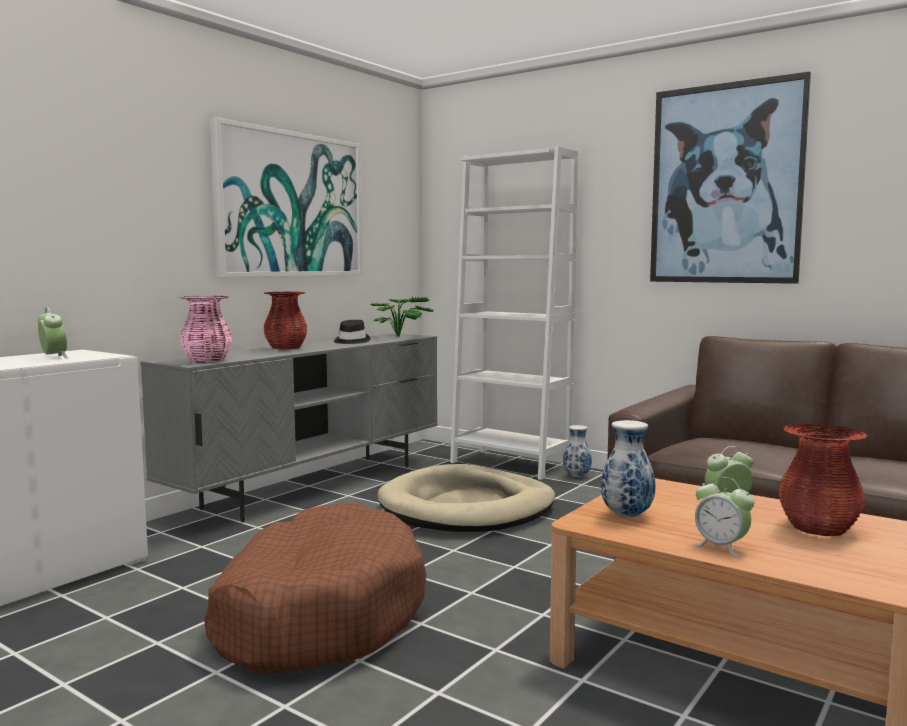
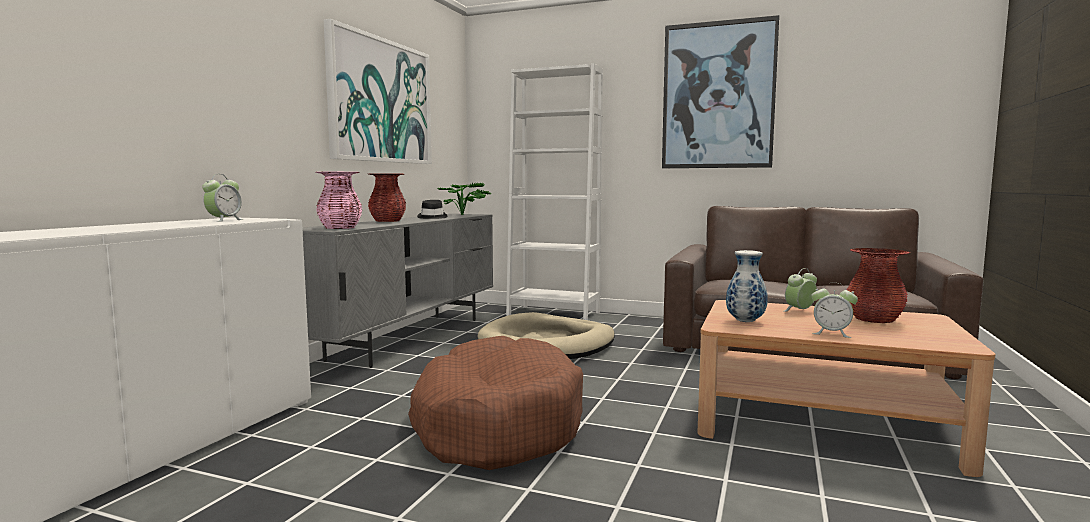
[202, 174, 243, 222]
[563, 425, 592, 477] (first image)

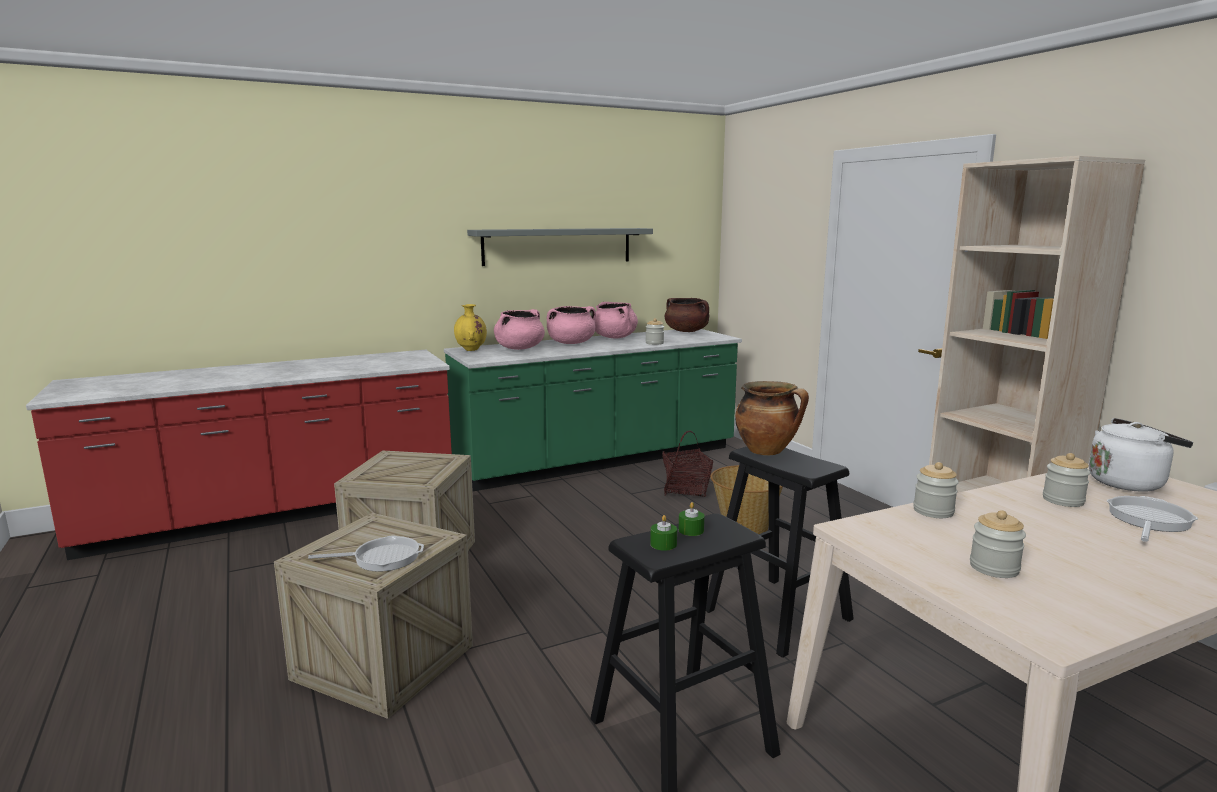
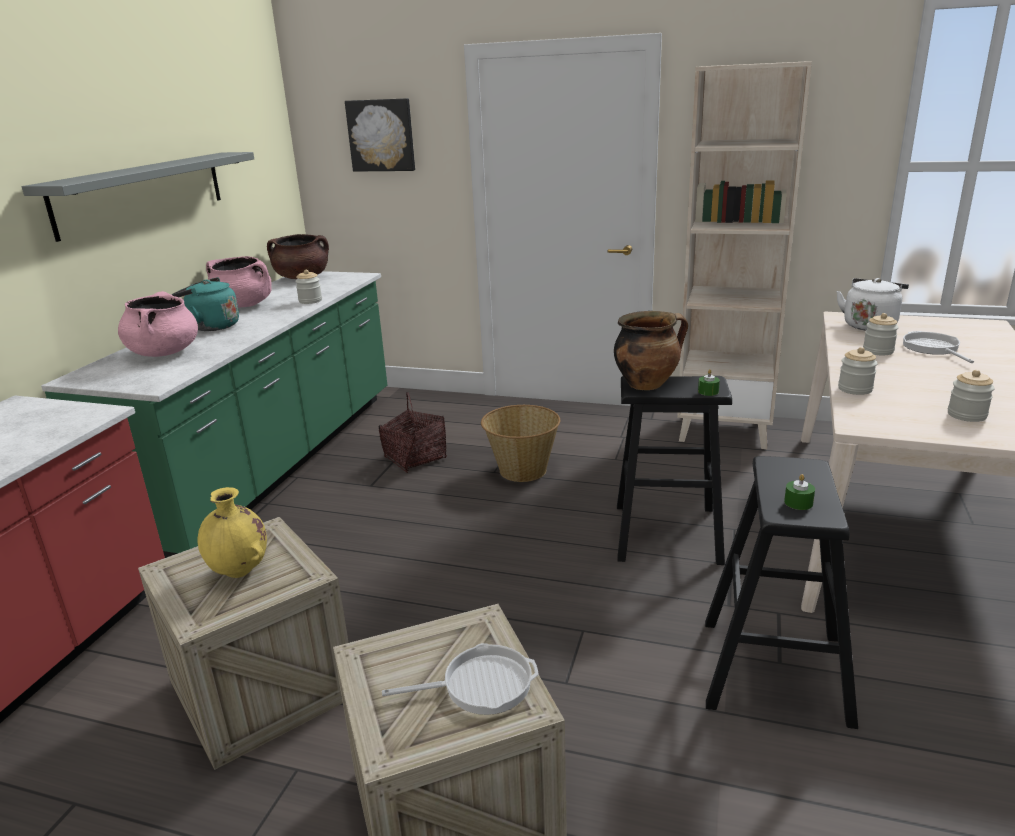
[382, 643, 539, 715]
[197, 487, 267, 578]
[171, 277, 239, 331]
[698, 369, 720, 396]
[345, 98, 415, 172]

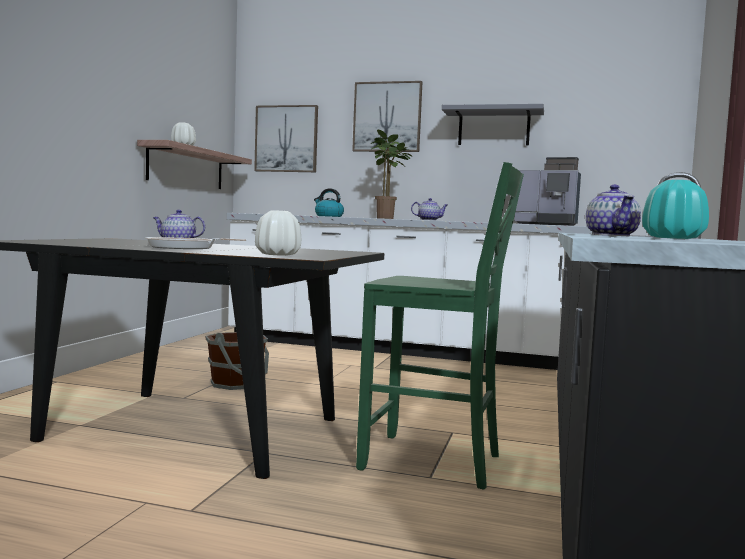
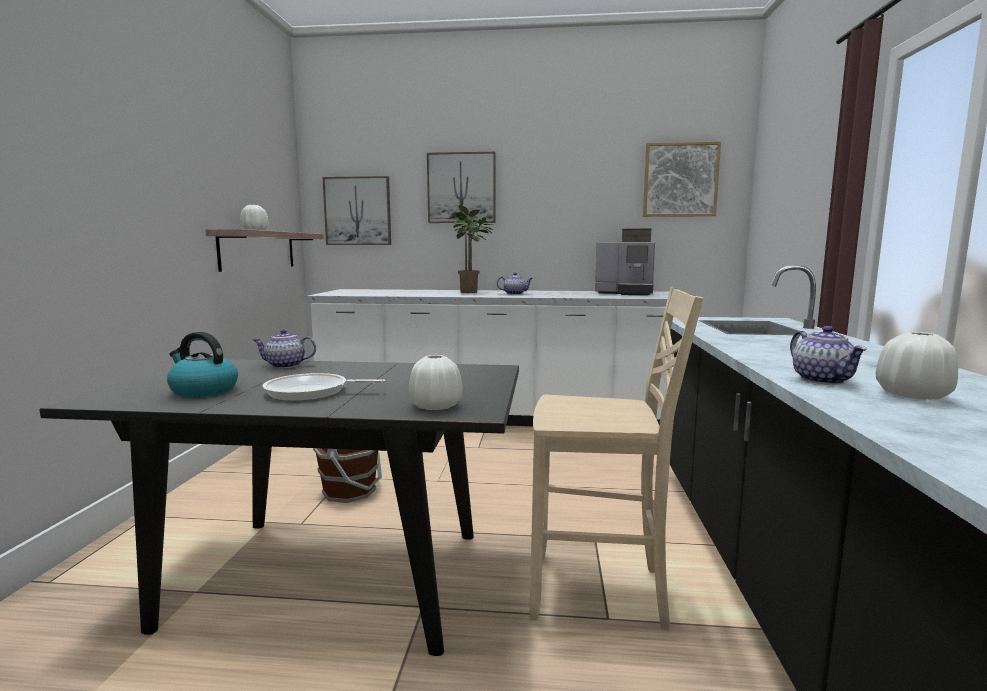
[167, 332, 238, 397]
[530, 287, 703, 630]
[442, 104, 544, 145] (first image)
[876, 332, 958, 400]
[643, 142, 721, 217]

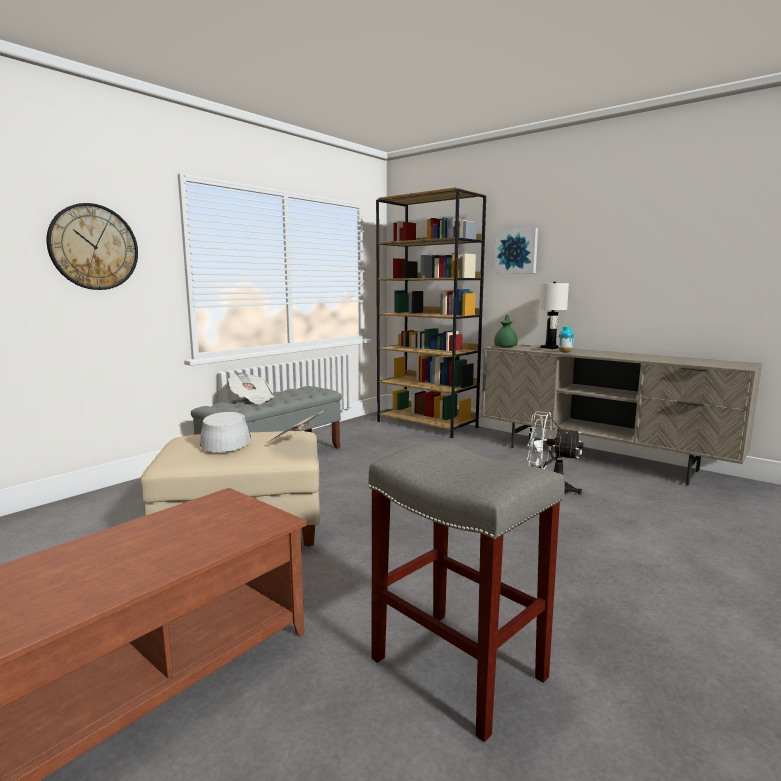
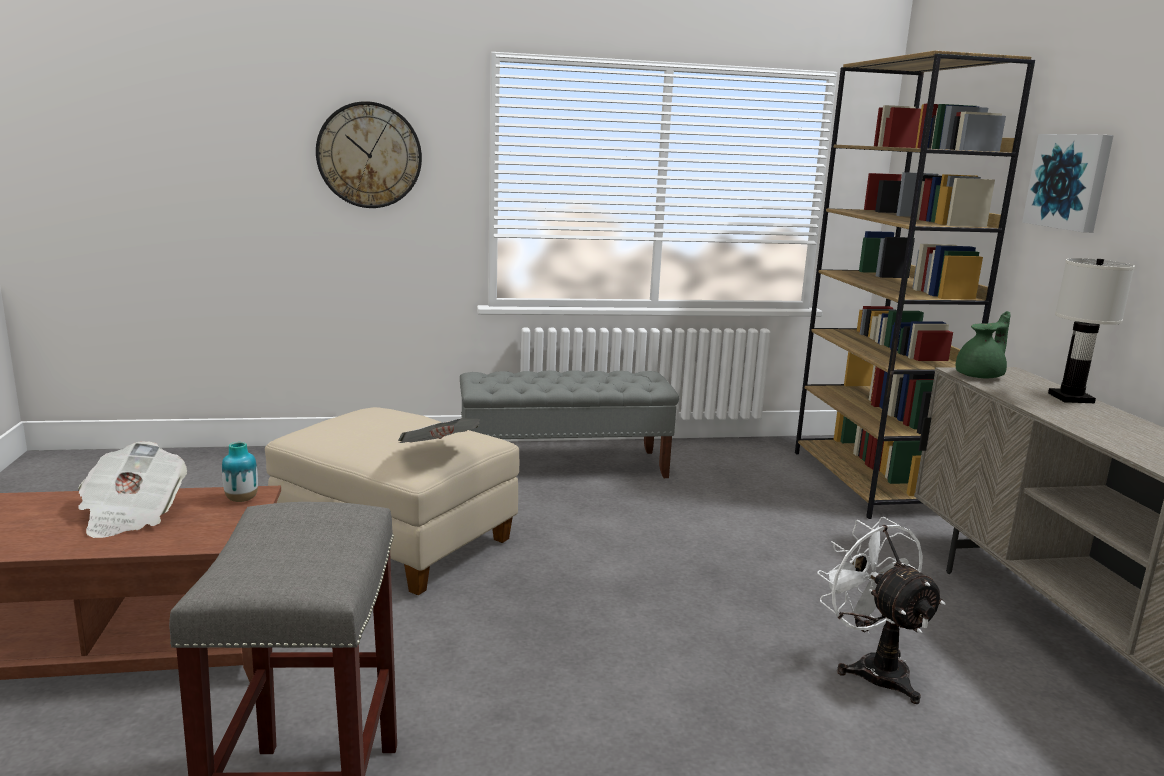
[200, 412, 251, 452] (first image)
[78, 441, 187, 538]
[222, 442, 258, 502]

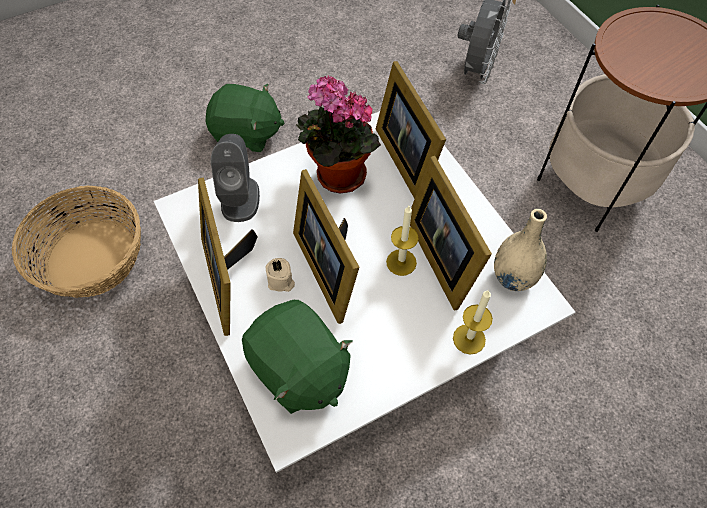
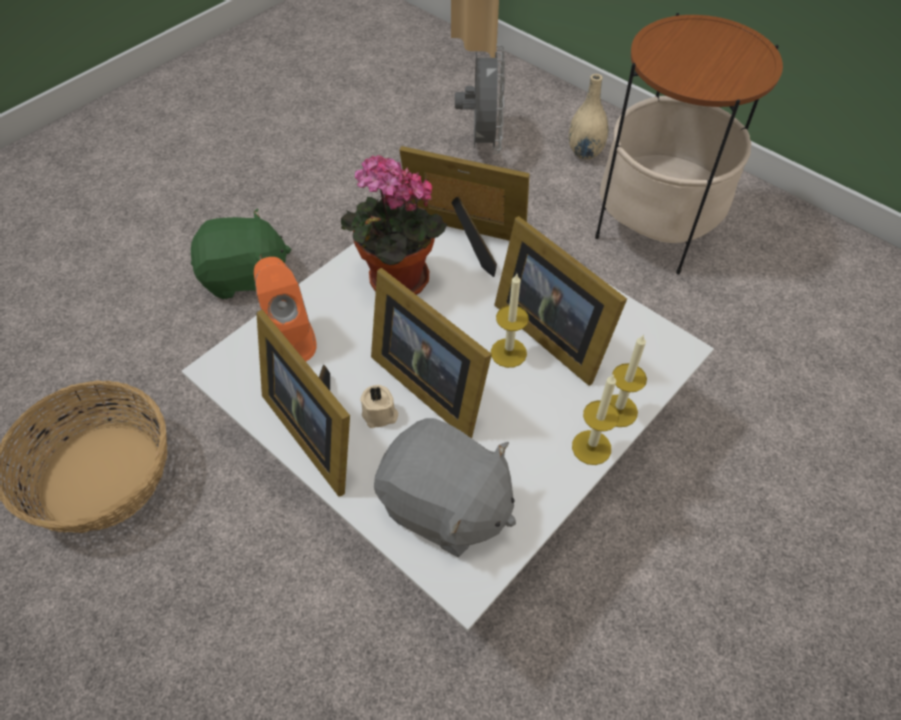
[254, 257, 316, 361]
[374, 418, 516, 557]
[400, 146, 530, 277]
[569, 74, 608, 160]
[572, 374, 619, 465]

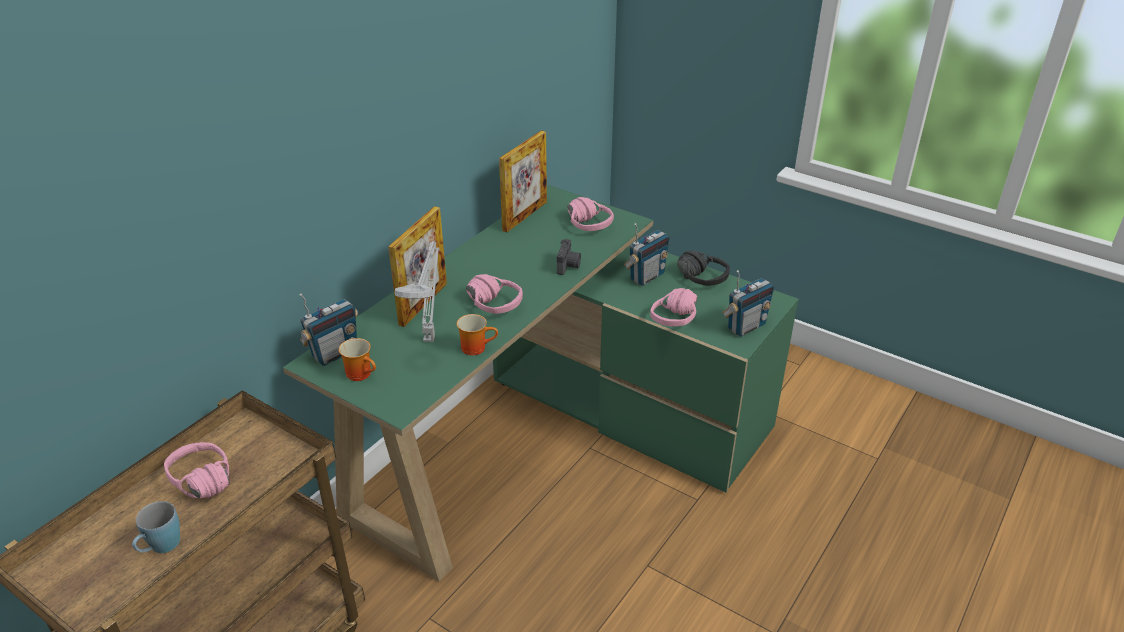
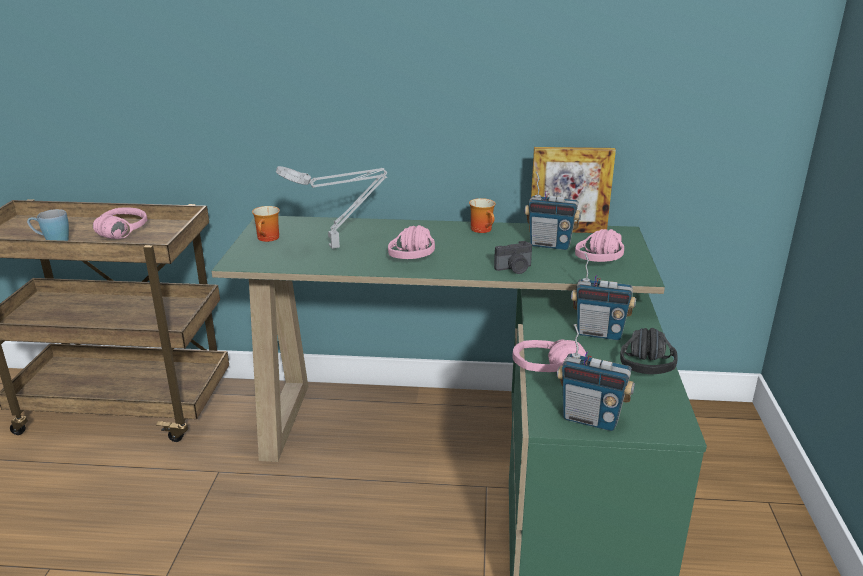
[524, 171, 581, 250]
[388, 206, 447, 327] (first image)
[469, 198, 496, 233]

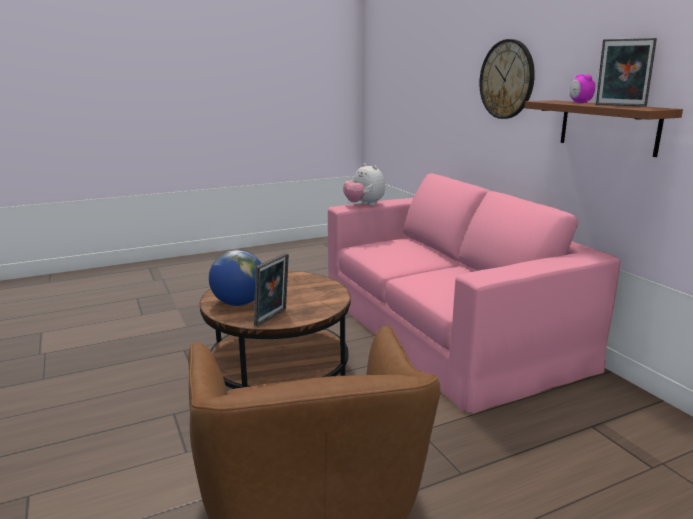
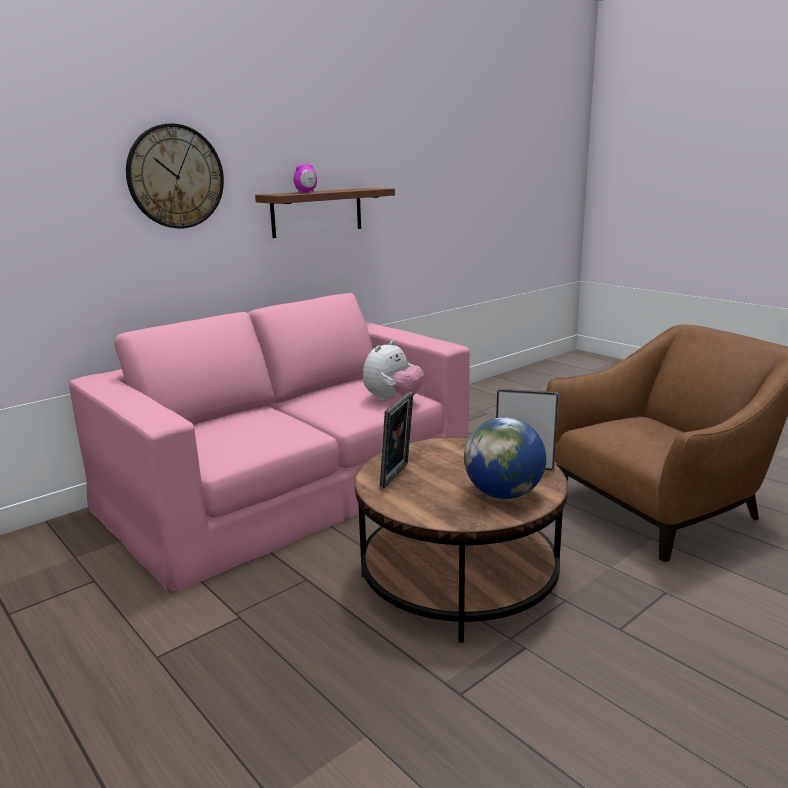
[363, 340, 424, 401]
[380, 392, 414, 488]

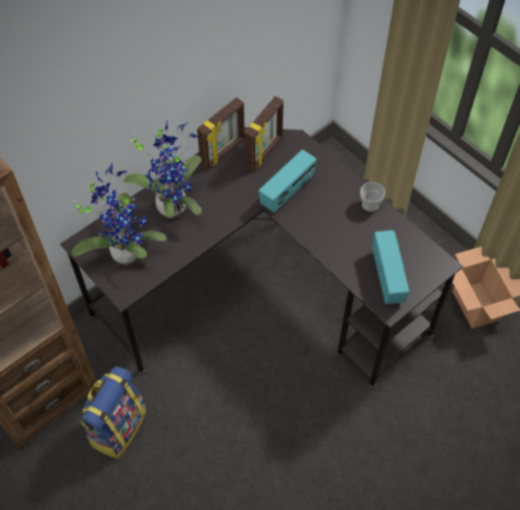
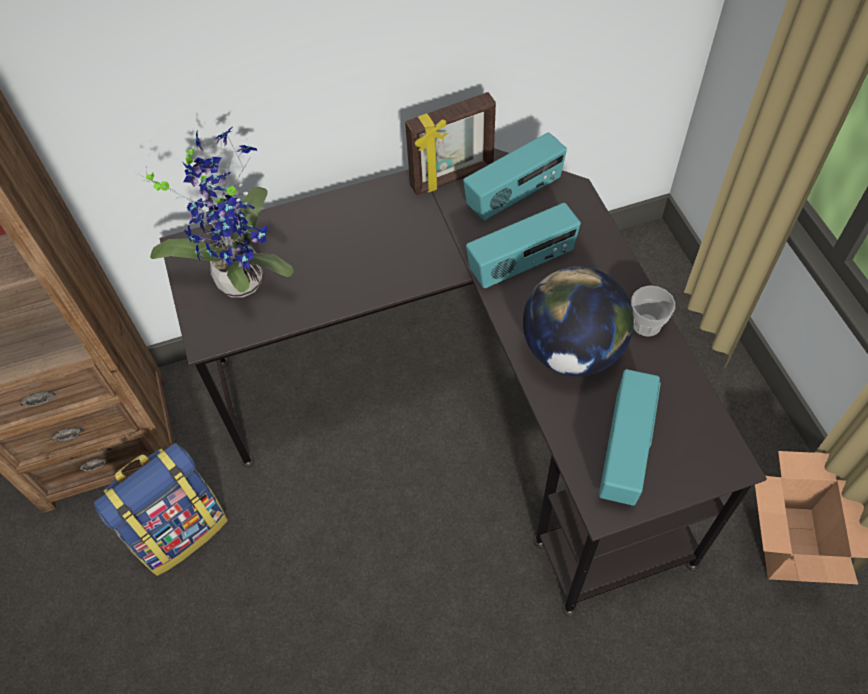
[124, 121, 202, 218] (first image)
[463, 132, 567, 221]
[523, 267, 634, 376]

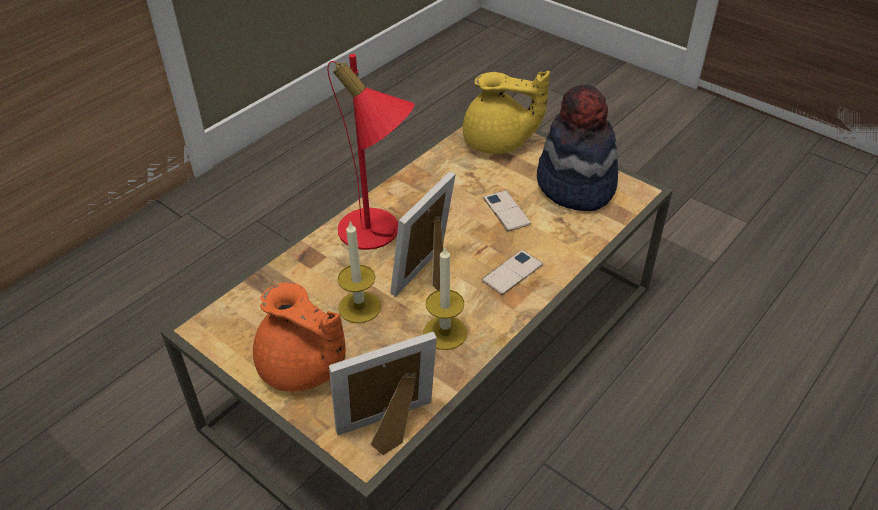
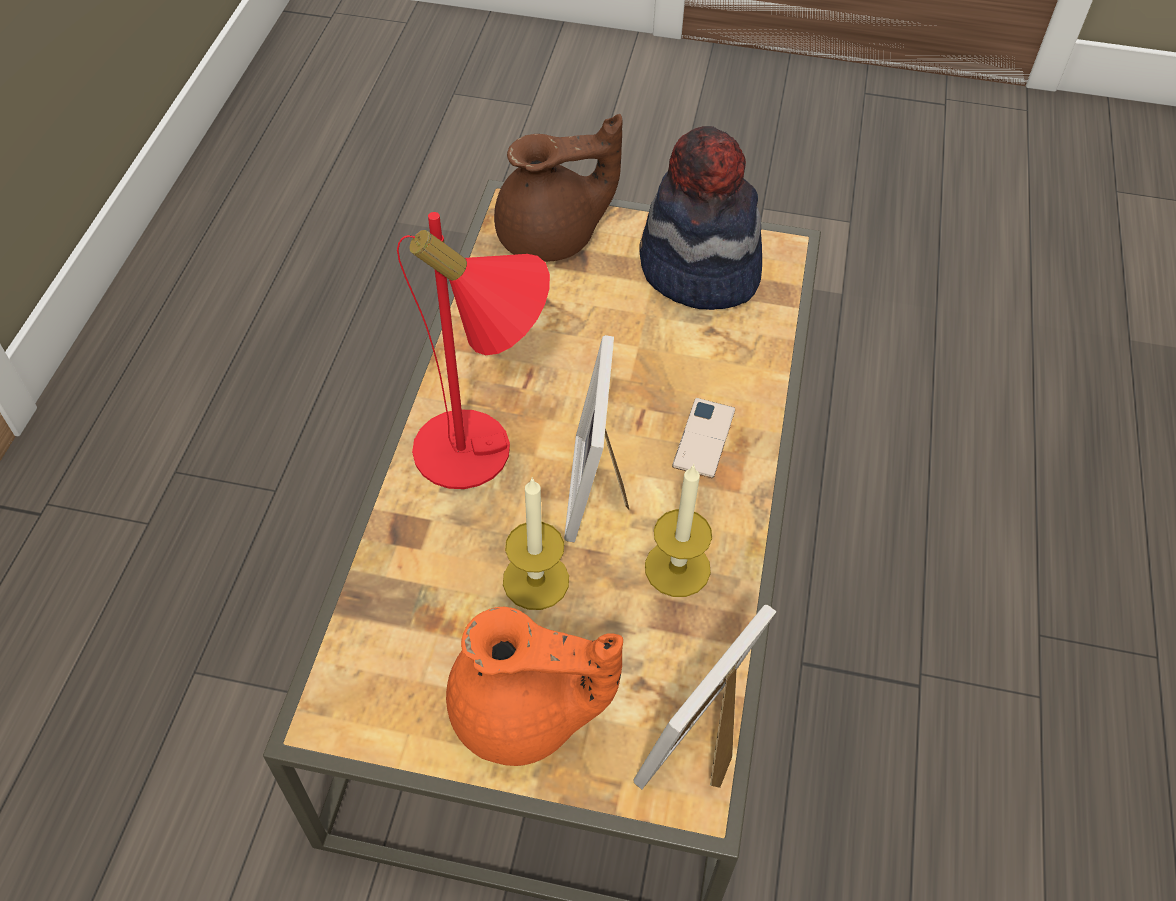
[494, 114, 623, 262]
[483, 190, 531, 231] (first image)

